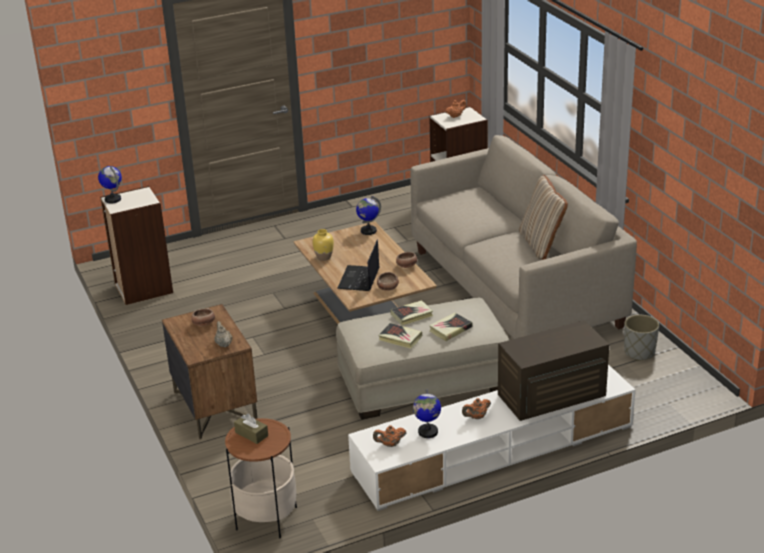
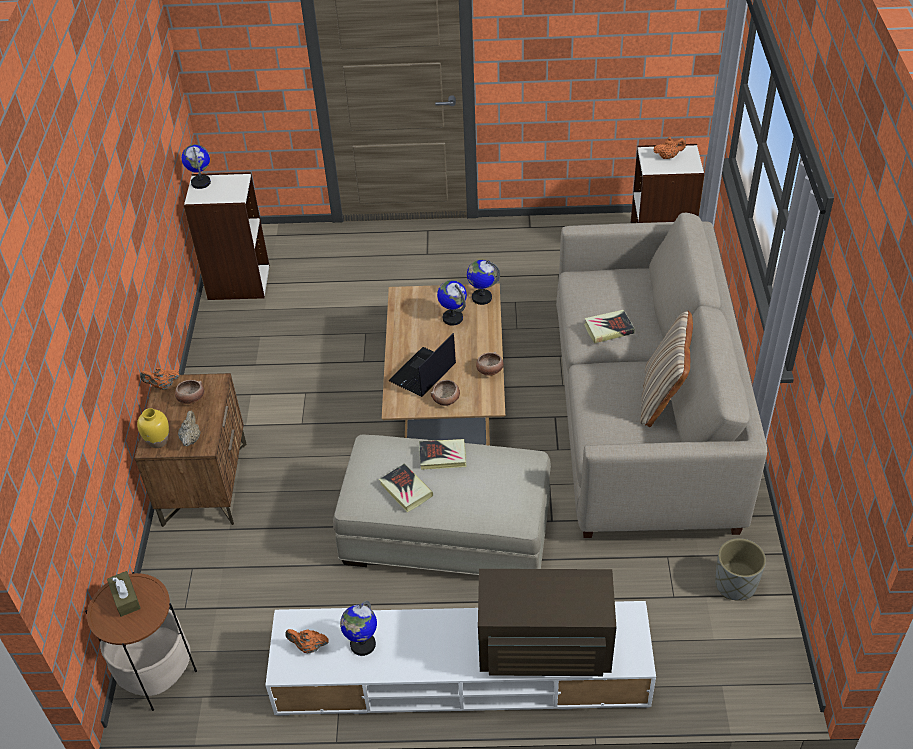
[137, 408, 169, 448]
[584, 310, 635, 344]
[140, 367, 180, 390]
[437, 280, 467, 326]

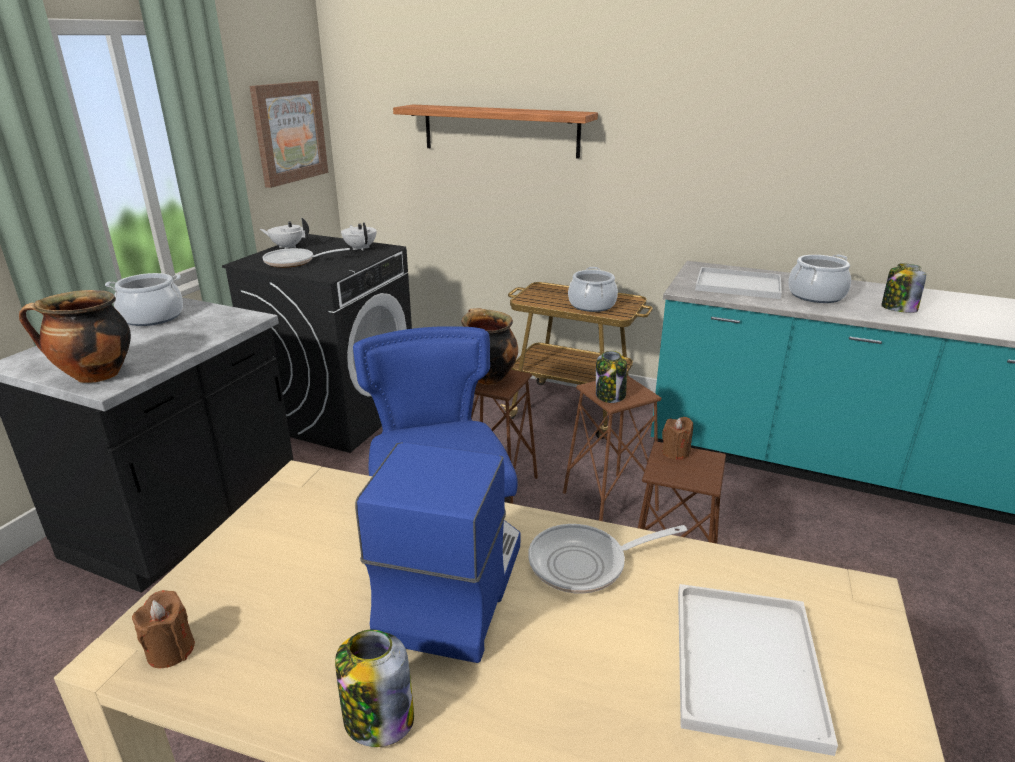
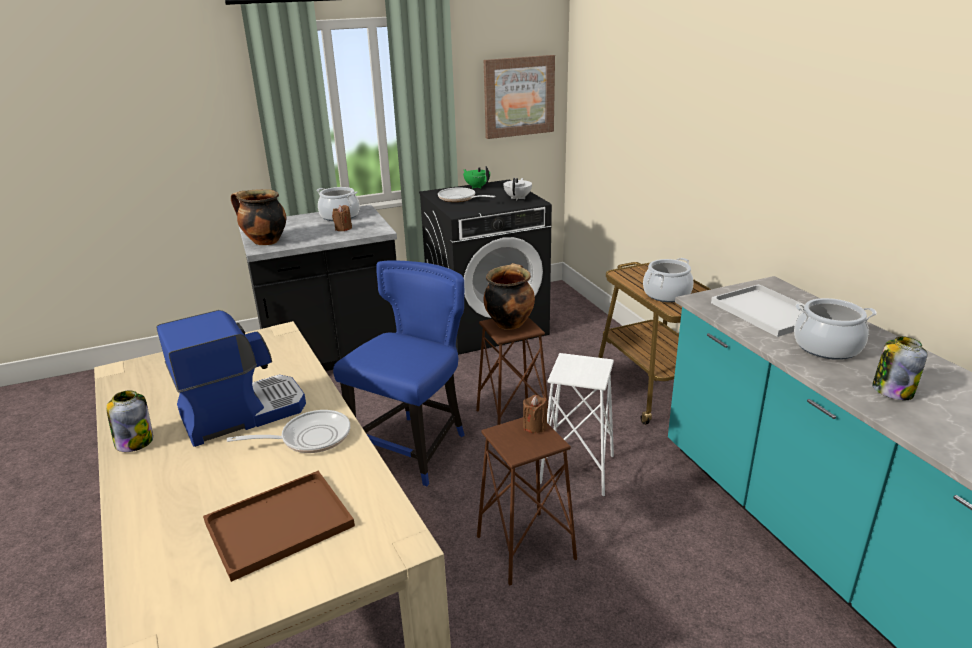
[332, 205, 352, 231]
[463, 166, 490, 189]
[393, 104, 598, 158] (first image)
[227, 410, 350, 453]
[540, 353, 614, 496]
[596, 351, 627, 403] (first image)
[203, 471, 355, 582]

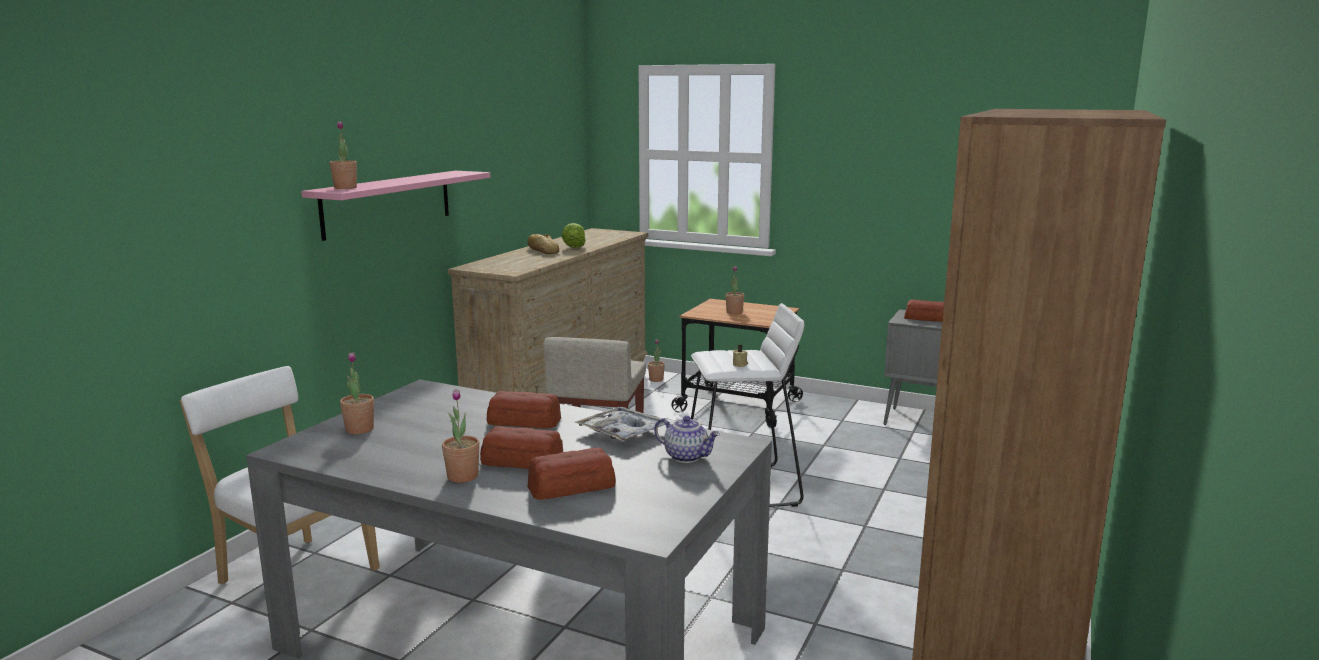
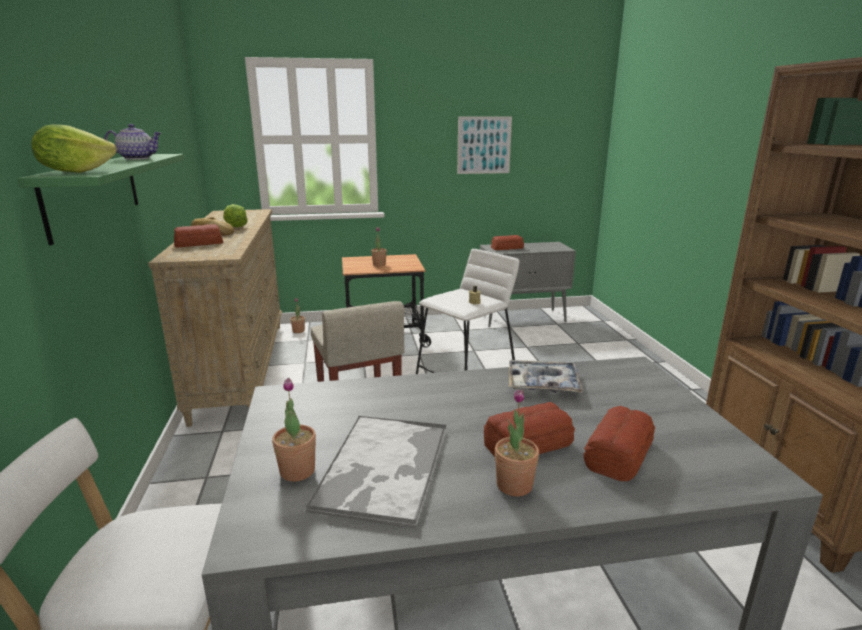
[17, 154, 184, 245]
[31, 124, 117, 173]
[174, 224, 224, 248]
[105, 124, 162, 160]
[305, 415, 447, 529]
[457, 117, 512, 174]

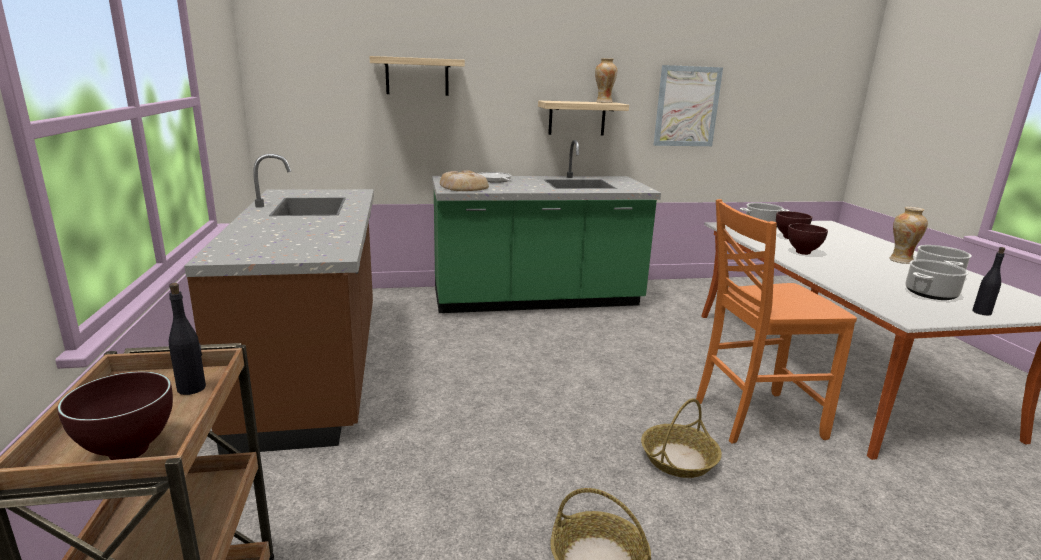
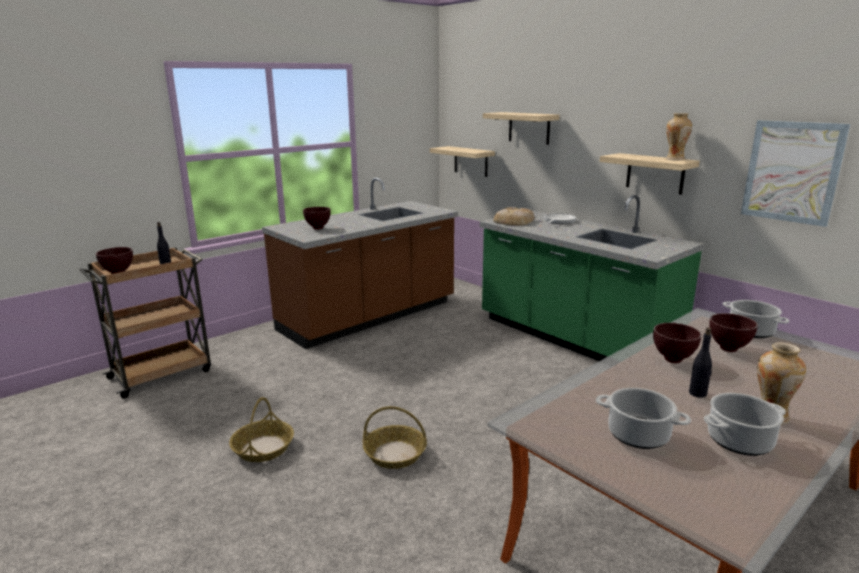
[696, 199, 857, 444] (first image)
[689, 328, 712, 398]
[303, 207, 331, 230]
[430, 146, 495, 177]

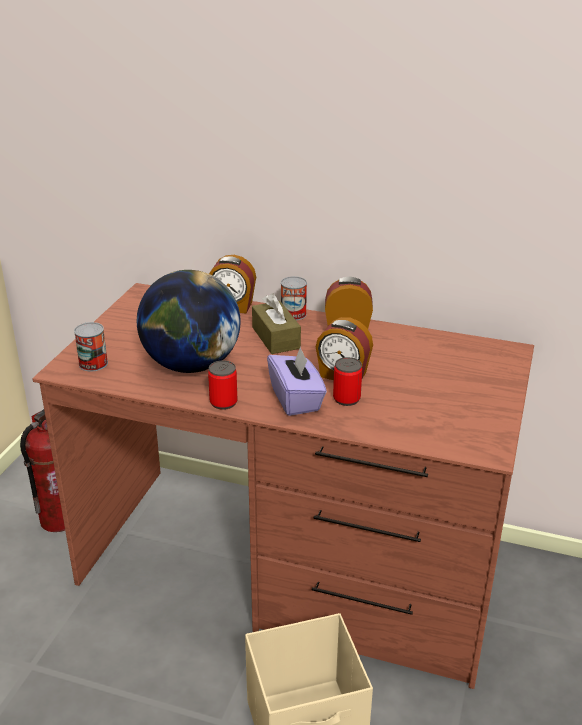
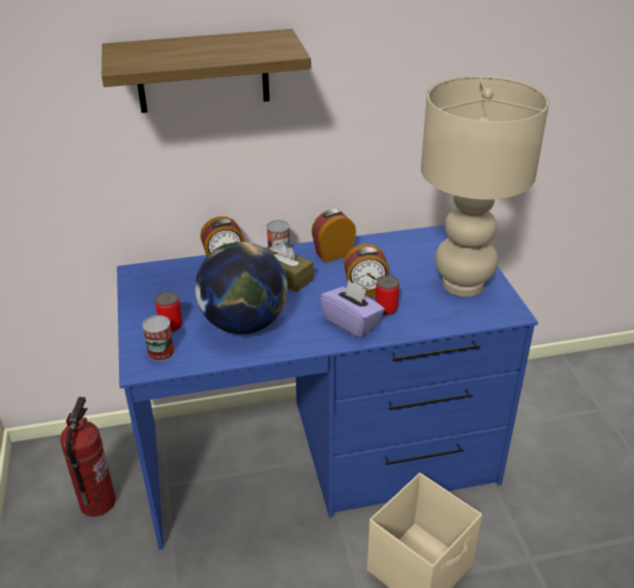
[117, 225, 538, 550]
[155, 291, 182, 332]
[102, 29, 311, 113]
[421, 76, 549, 297]

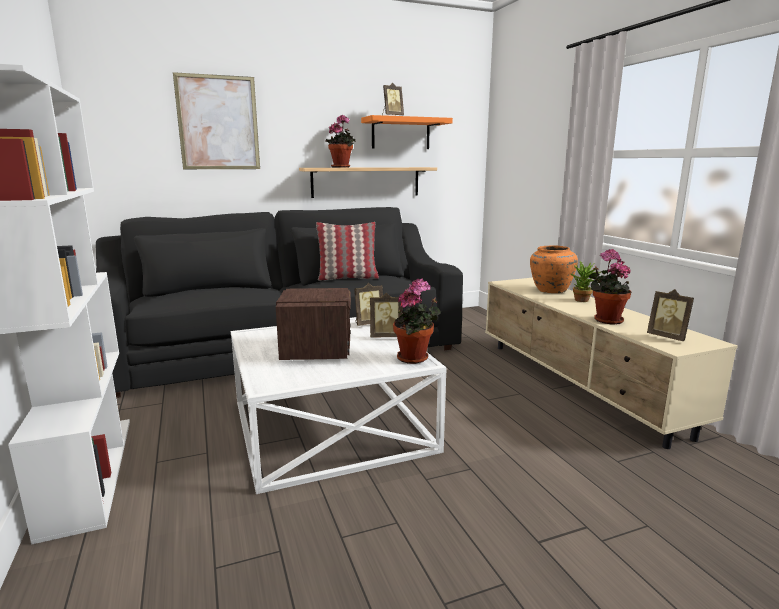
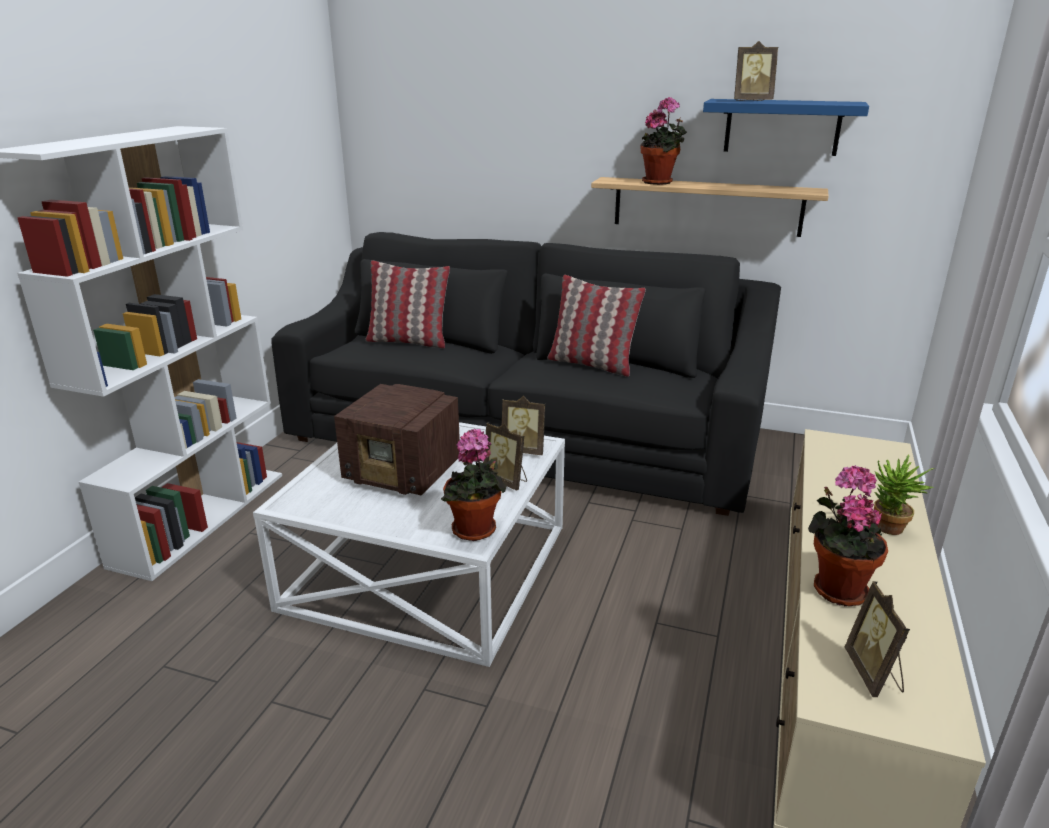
[173, 72, 260, 169] (first image)
[334, 384, 460, 496]
[703, 99, 869, 156]
[530, 245, 578, 293] (first image)
[365, 260, 450, 349]

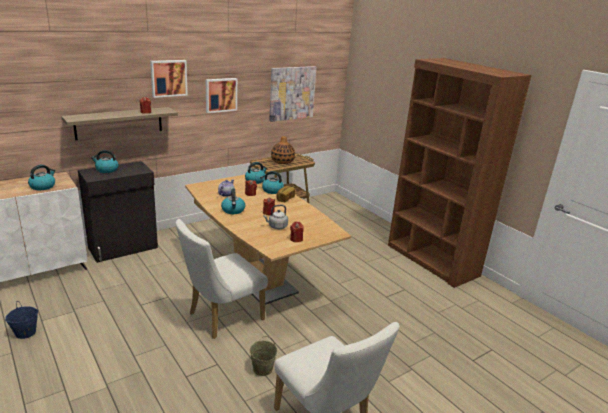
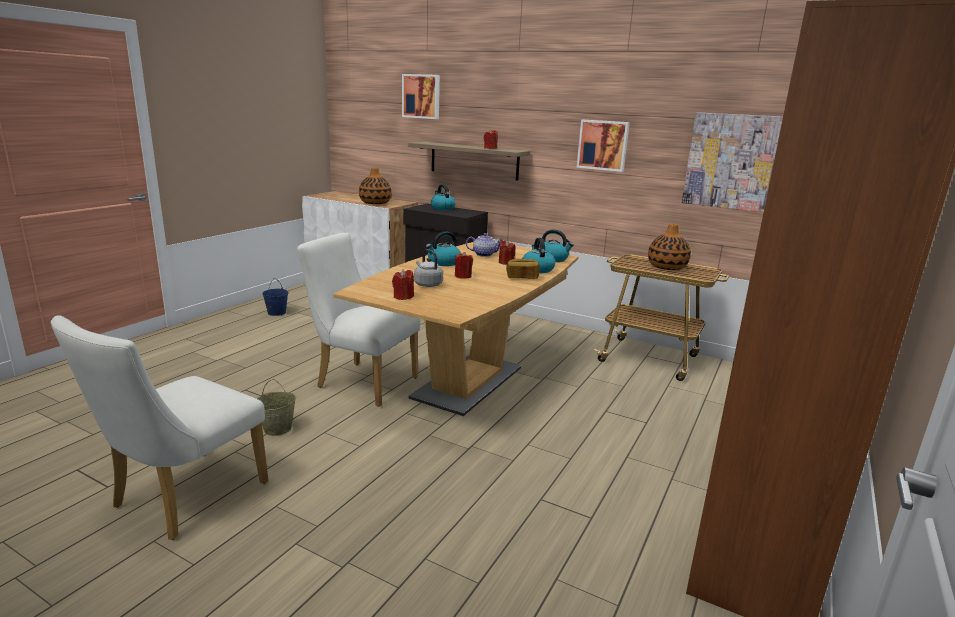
[359, 167, 392, 204]
[402, 74, 440, 119]

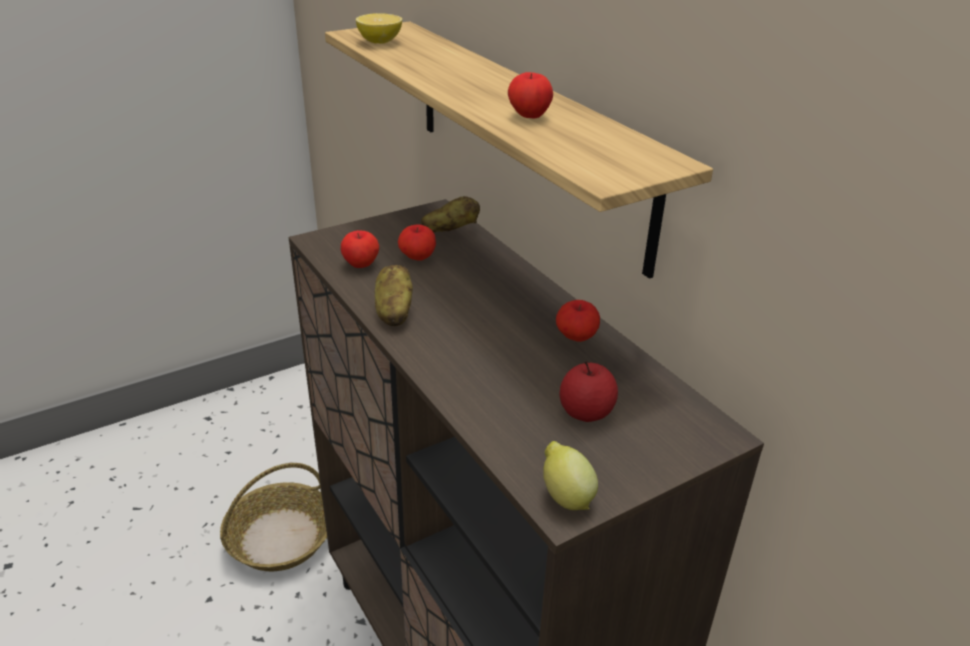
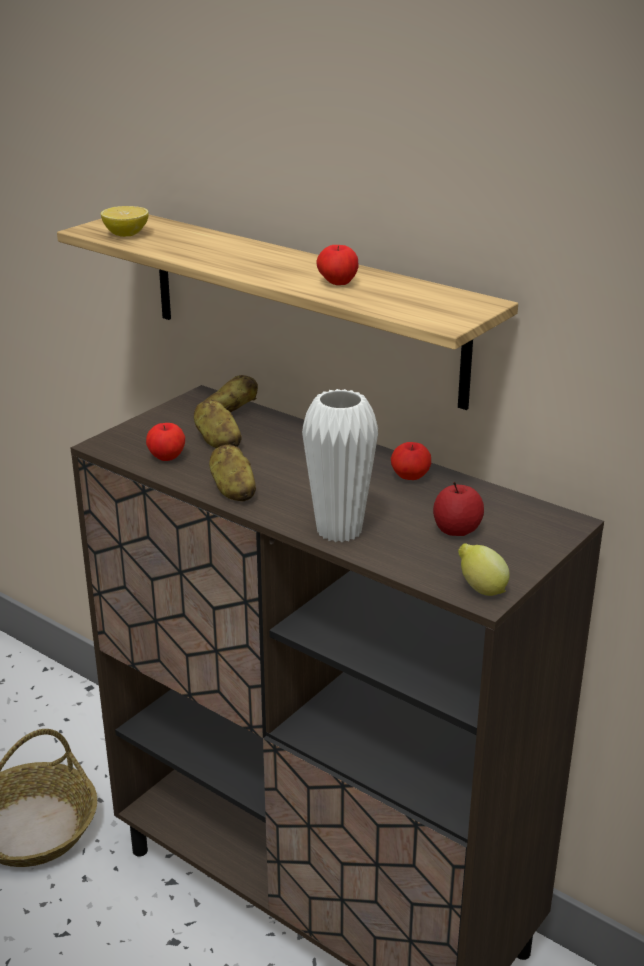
[194, 400, 242, 448]
[302, 389, 378, 542]

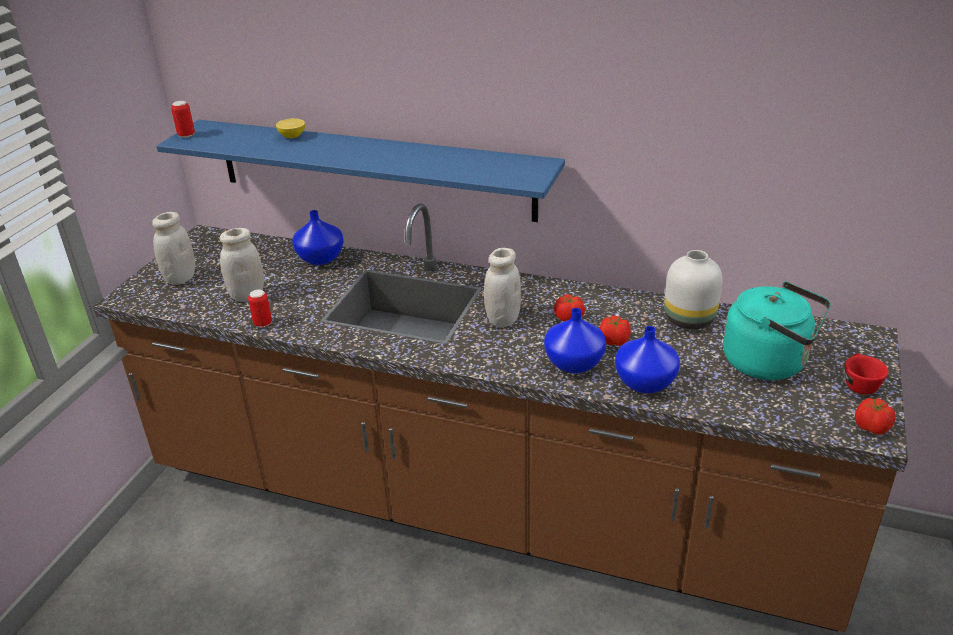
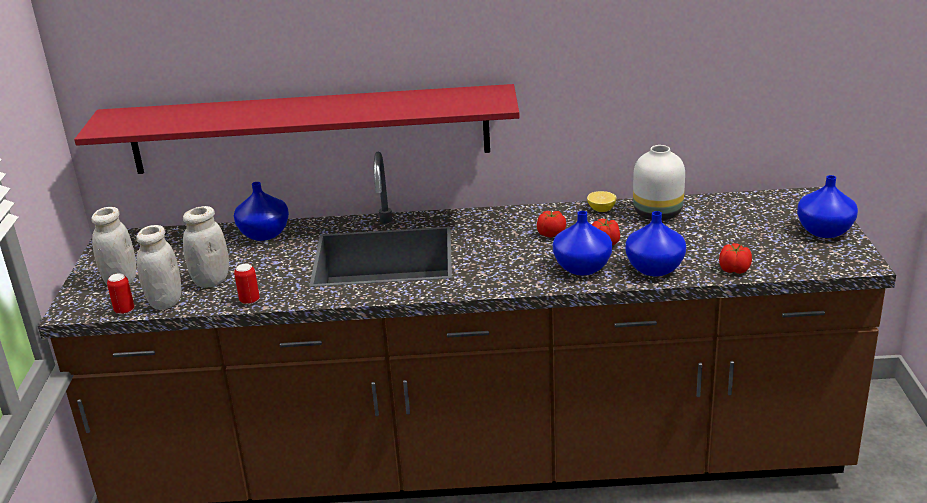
[74, 84, 520, 174]
[107, 273, 134, 315]
[587, 191, 617, 212]
[136, 225, 181, 310]
[723, 281, 831, 380] (first image)
[797, 175, 858, 238]
[719, 243, 752, 274]

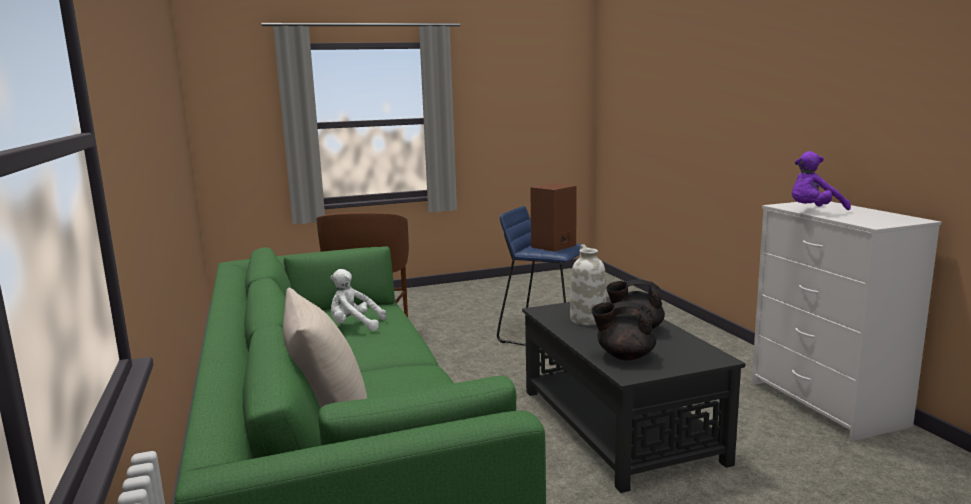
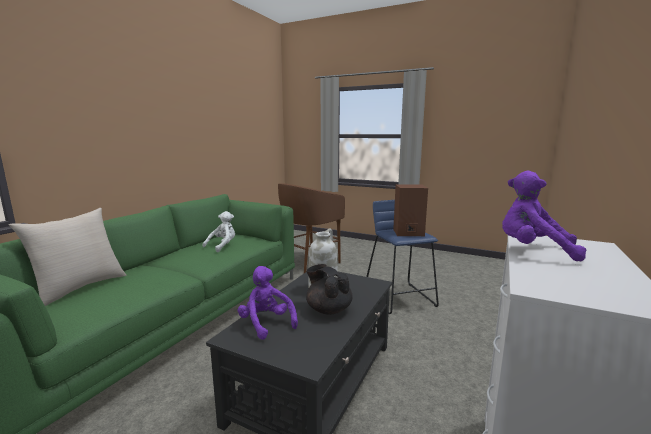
[202, 211, 235, 252]
[237, 266, 298, 340]

